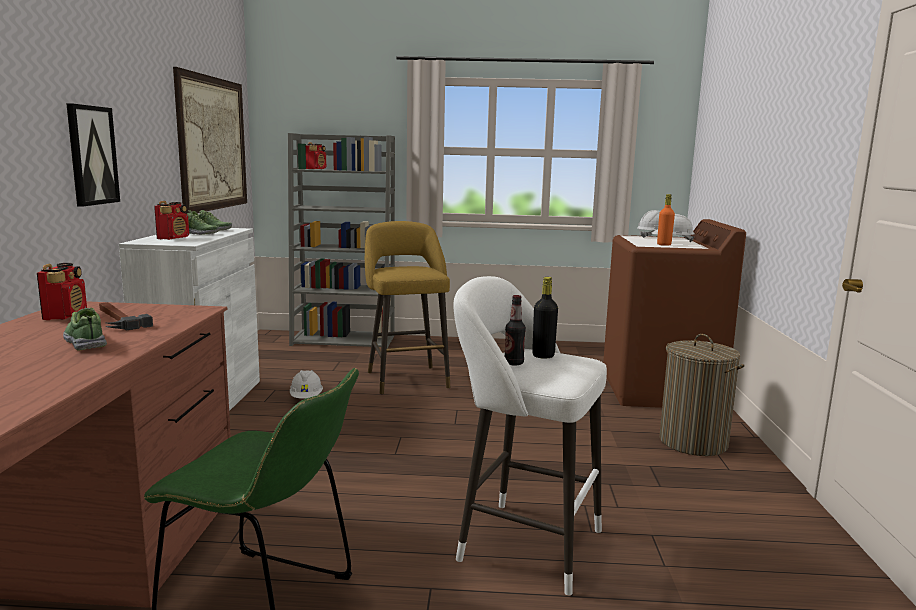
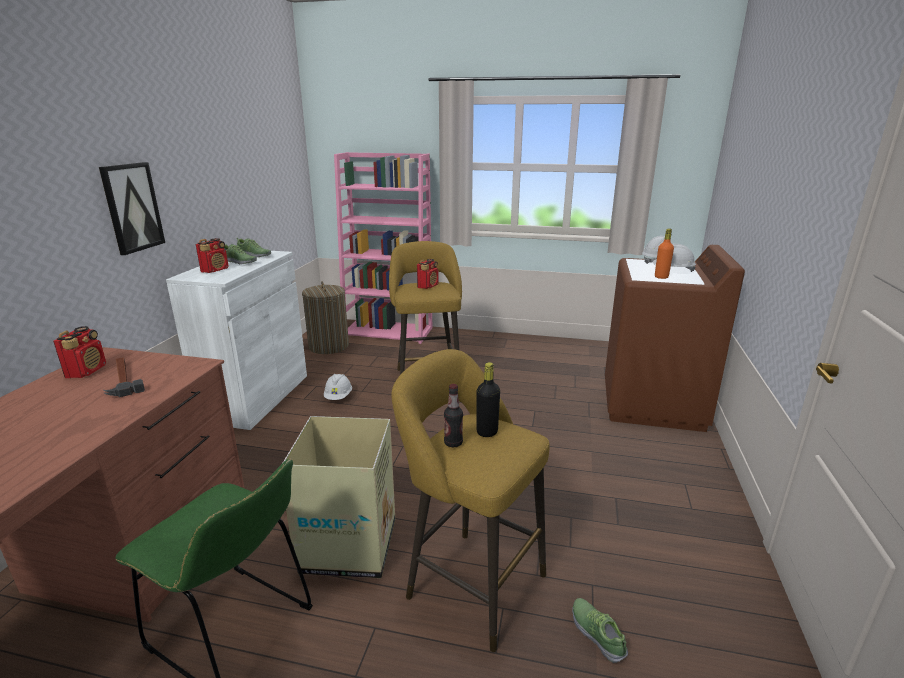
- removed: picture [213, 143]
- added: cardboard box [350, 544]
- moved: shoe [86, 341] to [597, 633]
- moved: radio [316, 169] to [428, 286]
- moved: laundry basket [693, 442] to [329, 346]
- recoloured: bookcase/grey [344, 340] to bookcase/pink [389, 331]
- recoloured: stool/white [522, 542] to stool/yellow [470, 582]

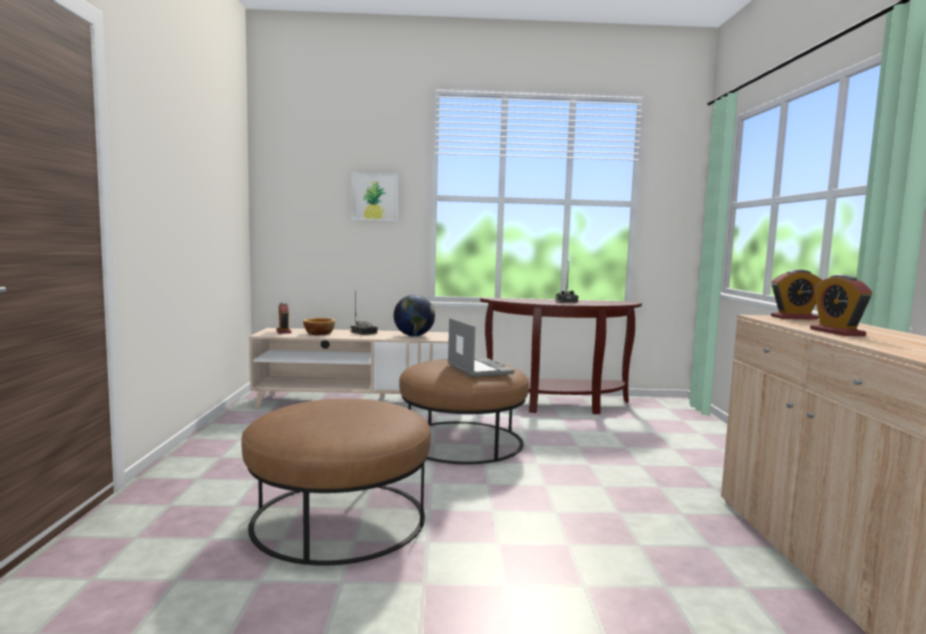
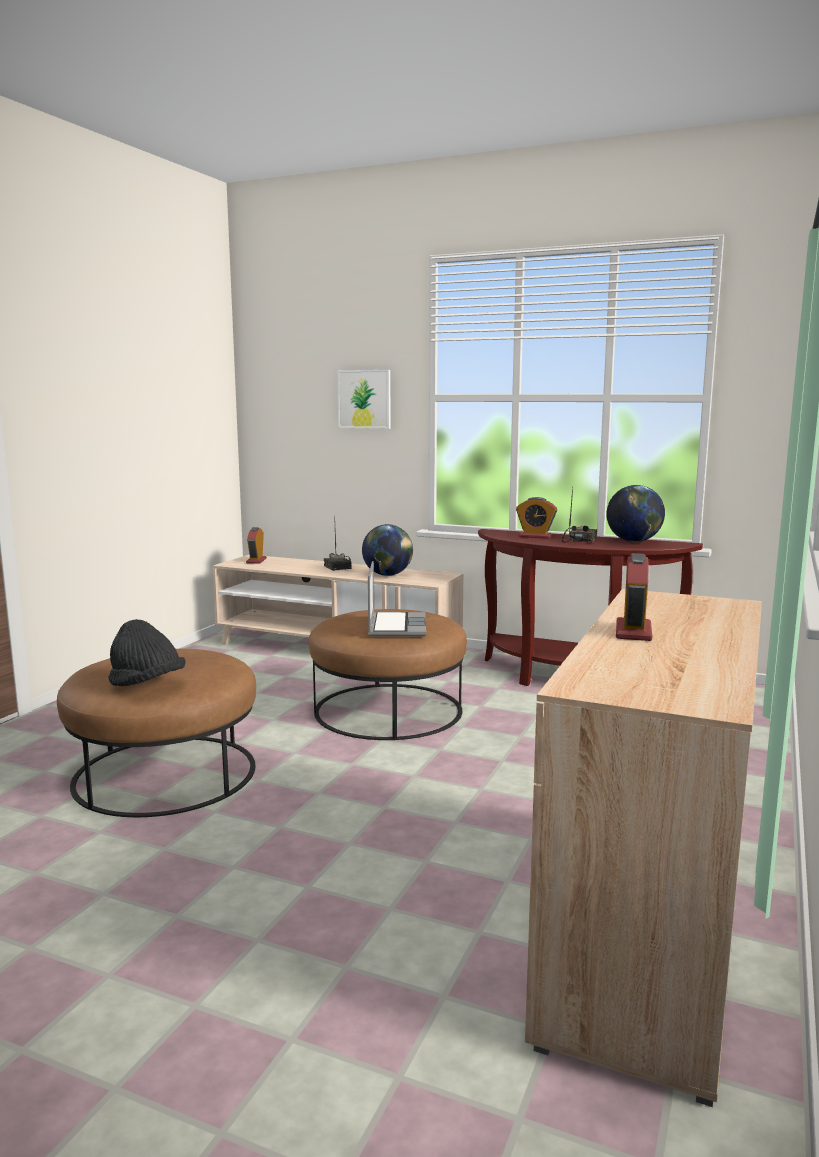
- removed: bowl [319, 333]
- added: hat/black [146, 685]
- added: globe [634, 542]
- moved: alarm clock [794, 318] to [535, 536]

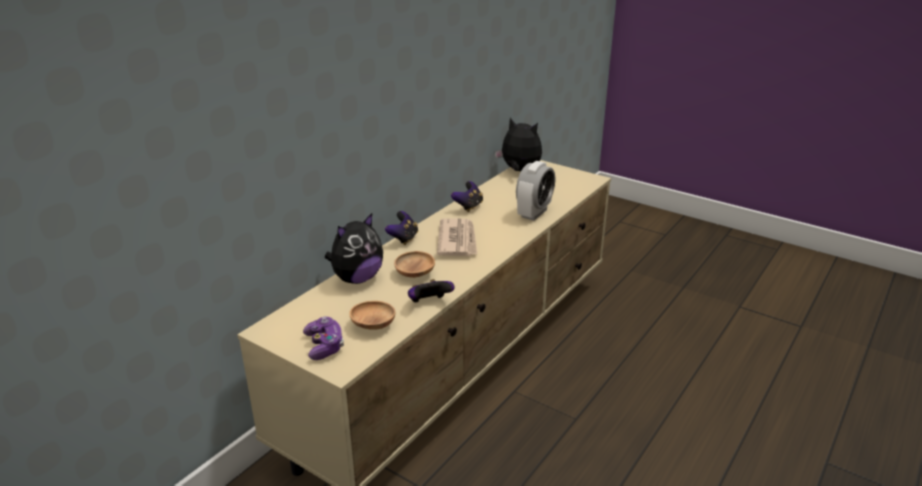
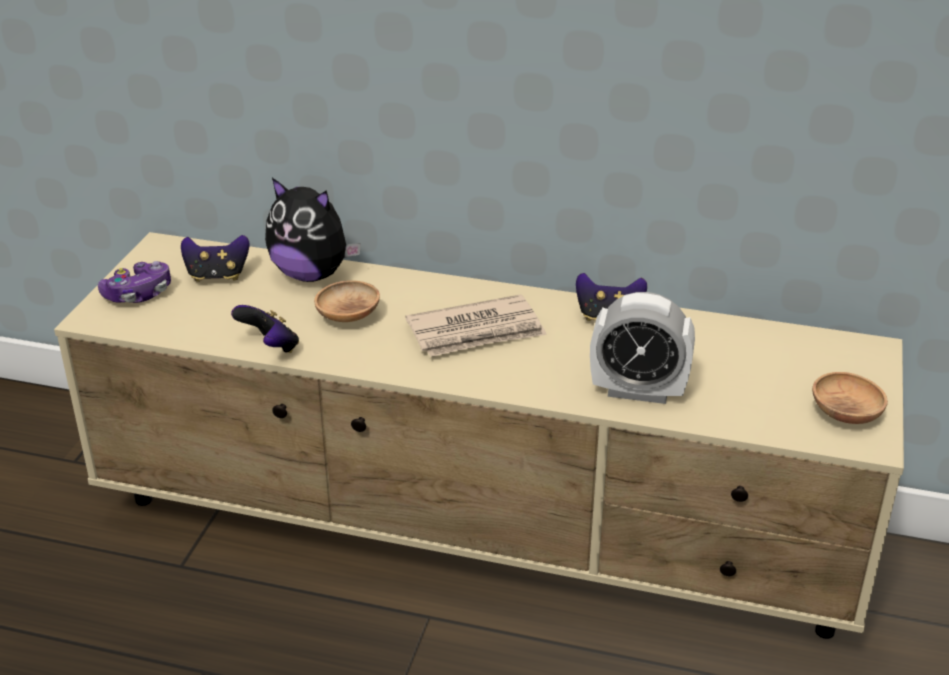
- removed: plush toy [519, 171]
- moved: bowl/brown [373, 325] to [845, 414]
- moved: game controller [403, 239] to [217, 276]

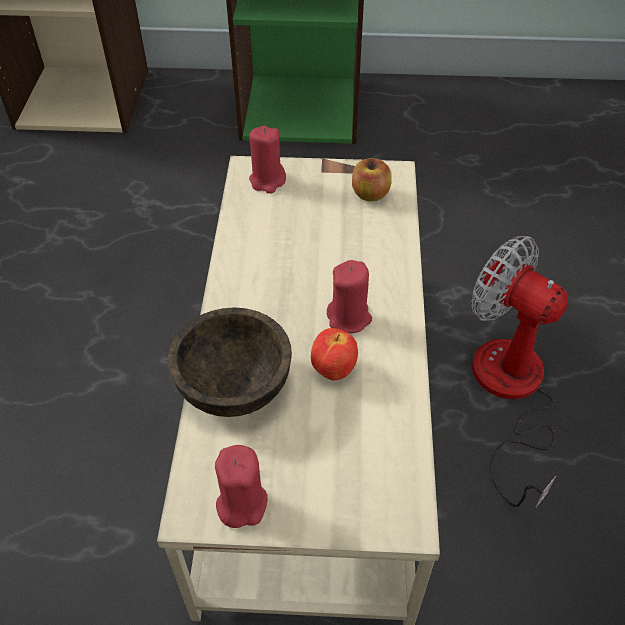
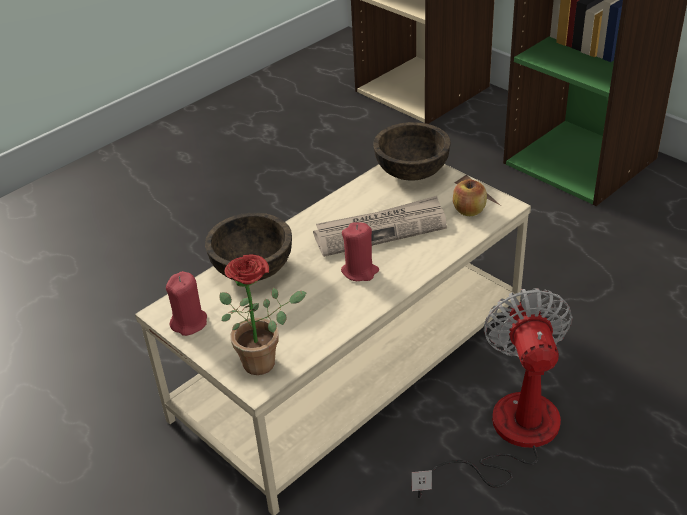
- removed: apple [333, 369]
- added: potted plant [266, 361]
- added: newspaper [381, 229]
- replaced: candle/red [267, 181] to bowl/brown [411, 171]

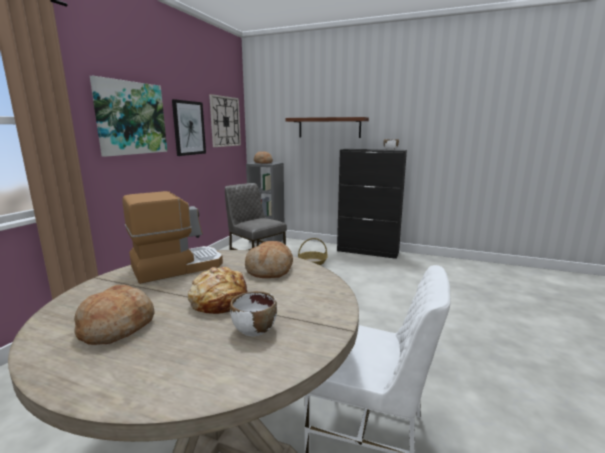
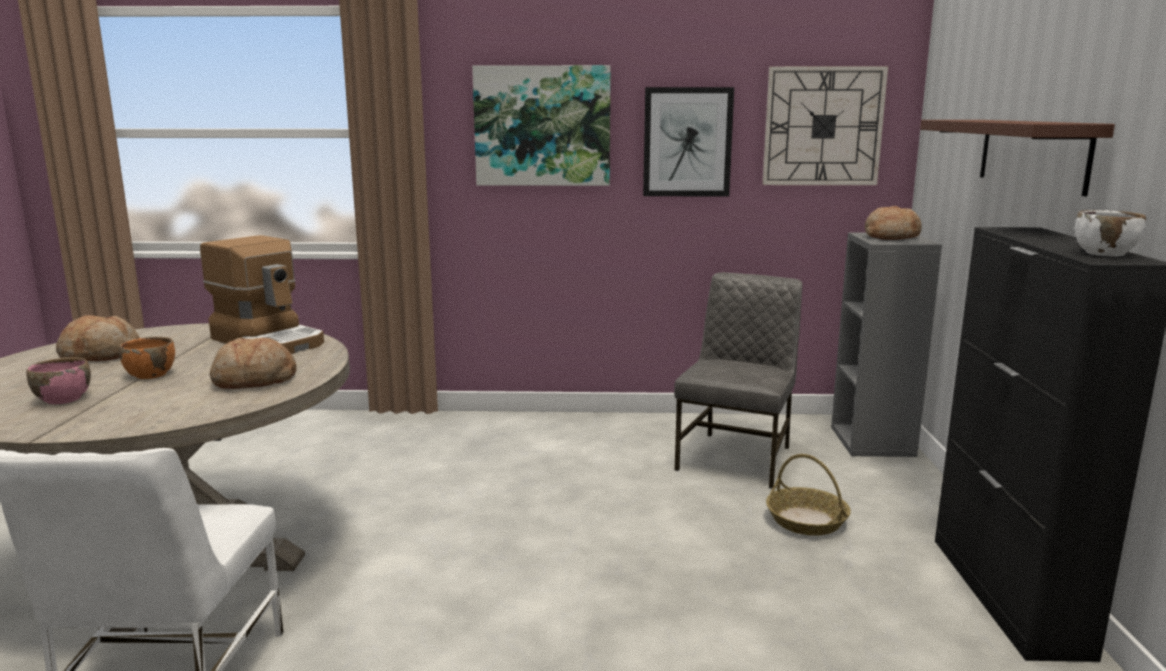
- replaced: bread [219, 300] to bowl/orange [151, 374]
- recoloured: bowl/white [254, 329] to bowl/pink [63, 399]

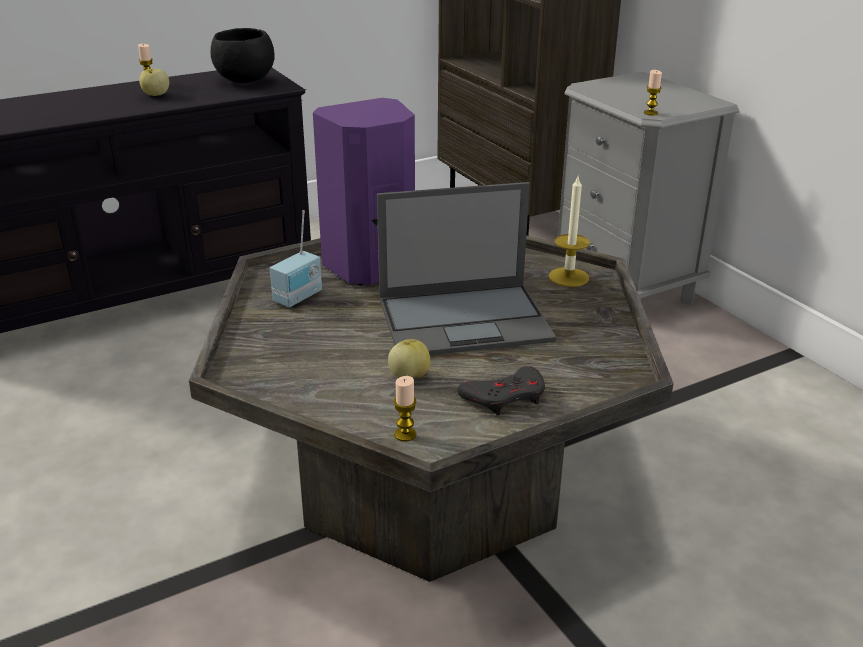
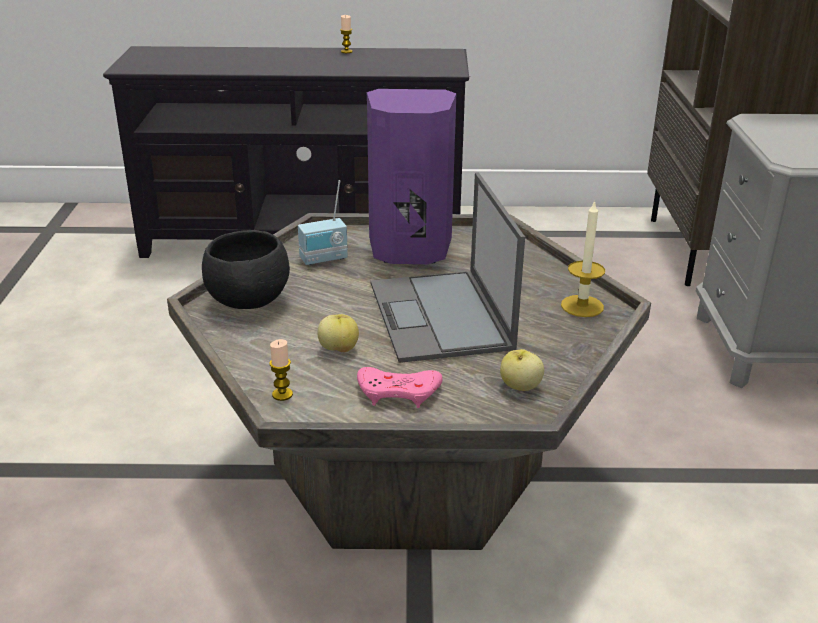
- removed: candle [650, 113]
- moved: apple [156, 95] to [520, 386]
- moved: bowl/black [244, 81] to [248, 302]
- recoloured: game controller/grey [505, 397] to game controller/pink [398, 392]
- turned: laptop [466, 319] = [441, 317] 60 degrees clockwise

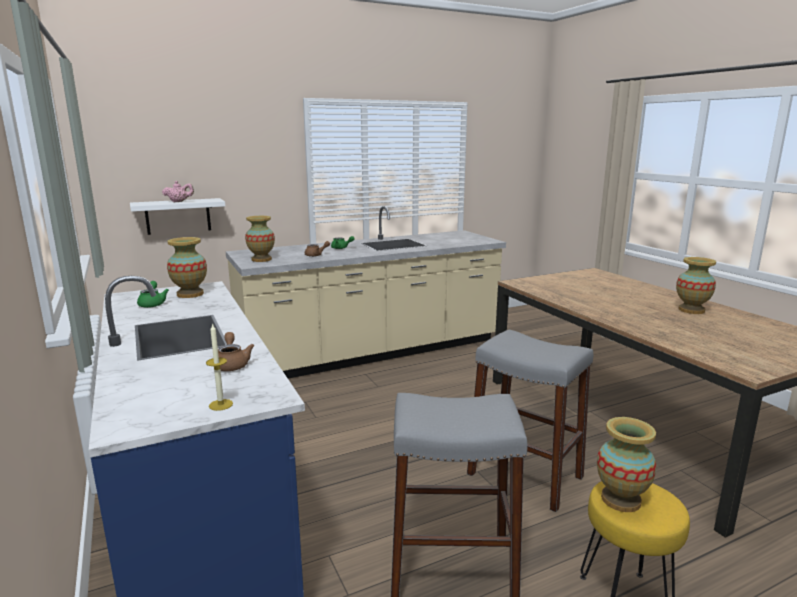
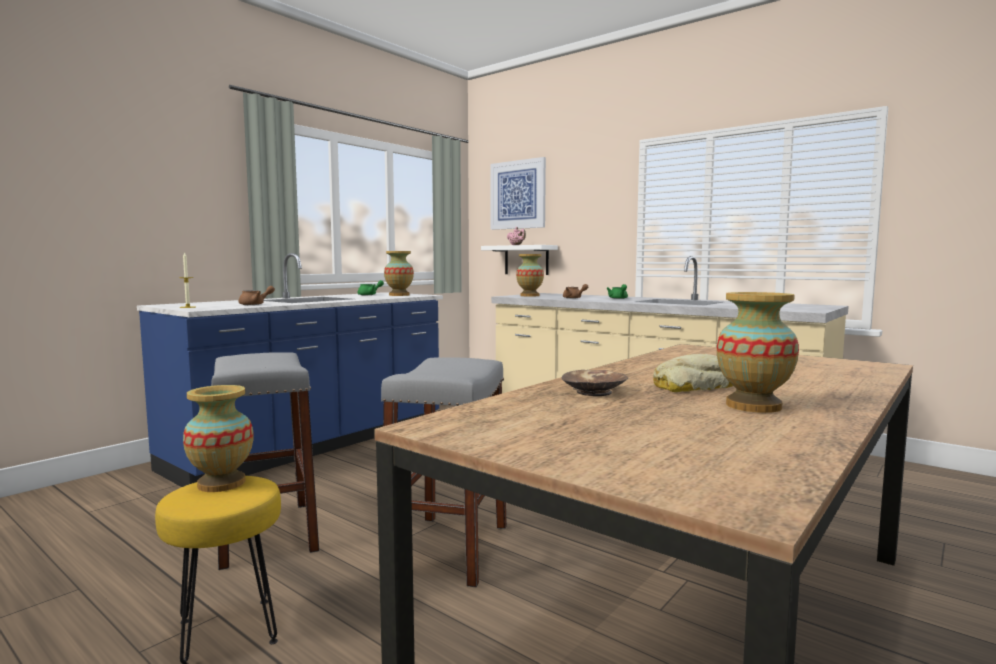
- added: picture [518, 195]
- added: bowl/brown [594, 392]
- added: bread [692, 386]

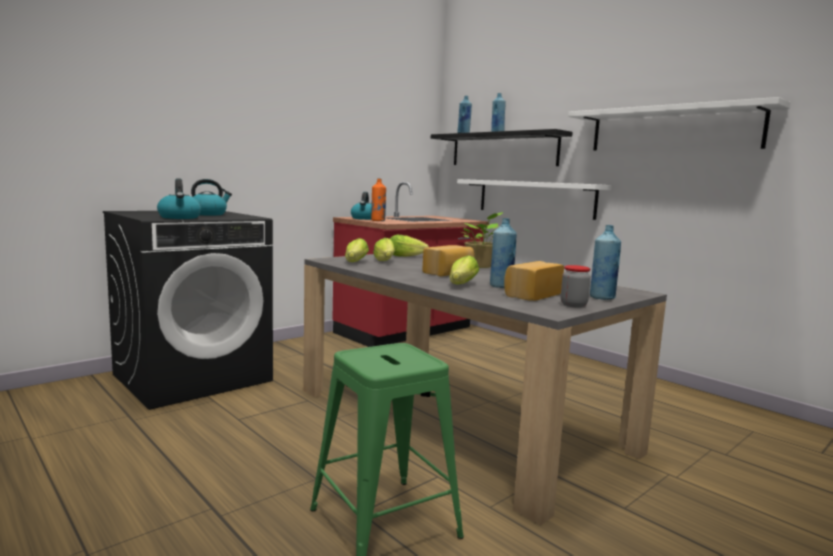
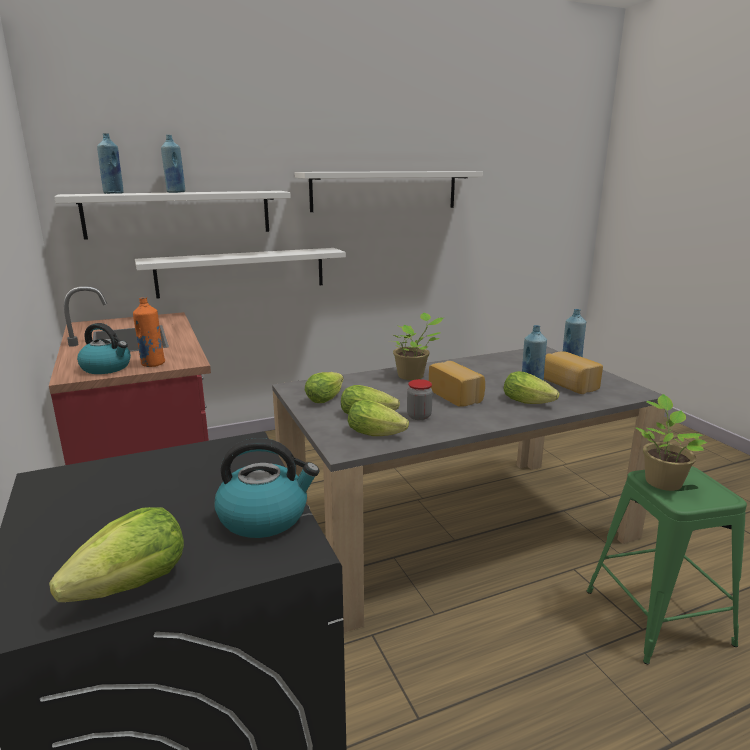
- removed: kettle [208, 214]
- added: lettuce [133, 586]
- added: potted plant [662, 481]
- moved: jar [573, 305] to [419, 416]
- recoloured: shelf/black [503, 150] to shelf/white [179, 214]

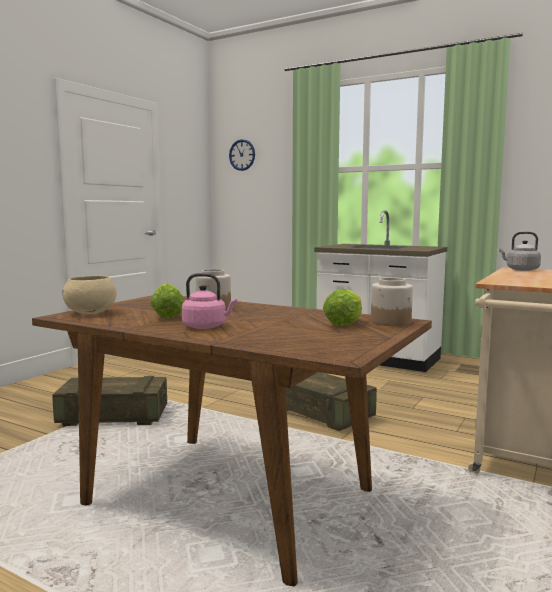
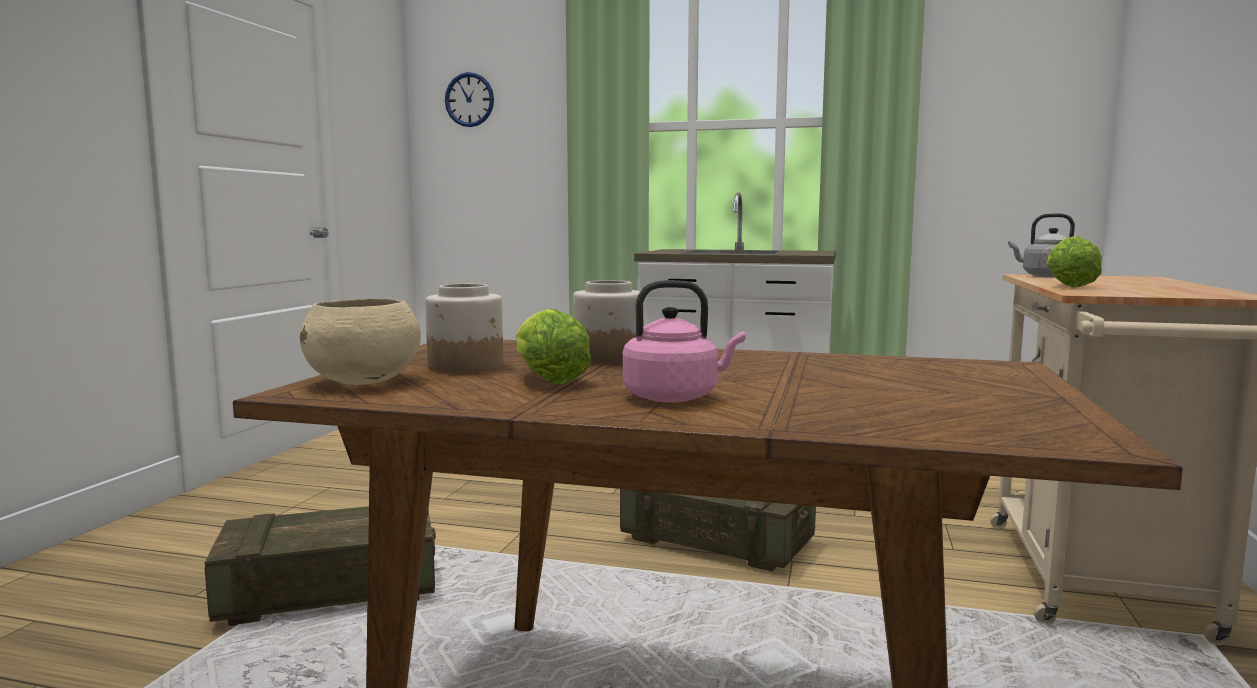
- moved: lettuce [345, 323] to [1068, 286]
- moved: jar [391, 322] to [467, 366]

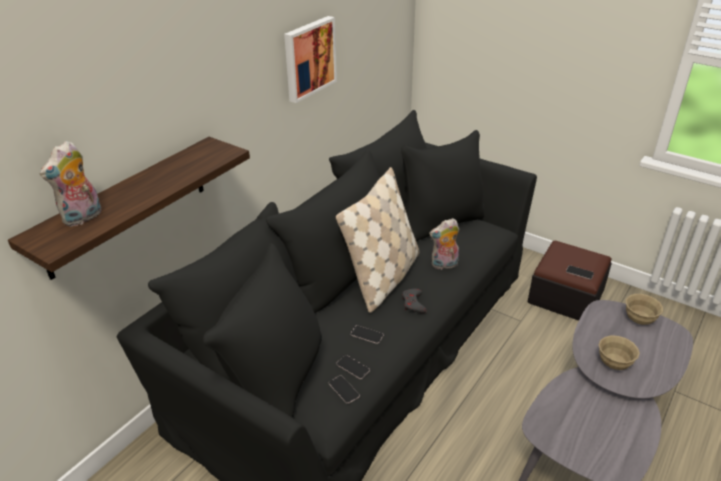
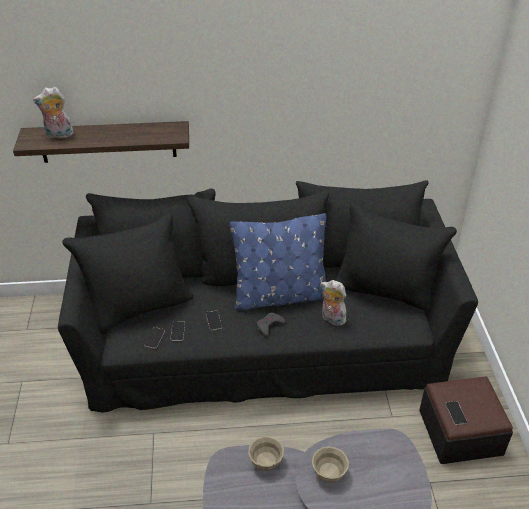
- removed: picture [308, 58]
- moved: bowl/beige [639, 320] to [266, 462]
- recoloured: pillow/beige [383, 278] to pillow/blue [280, 296]

